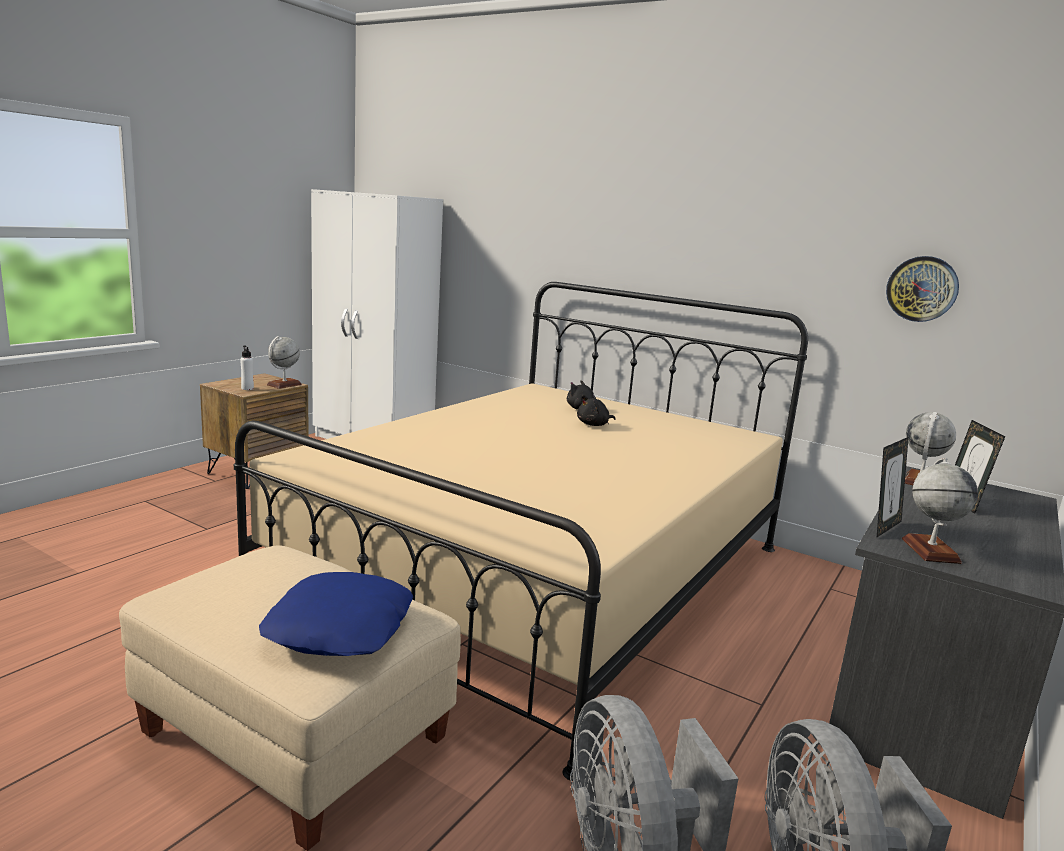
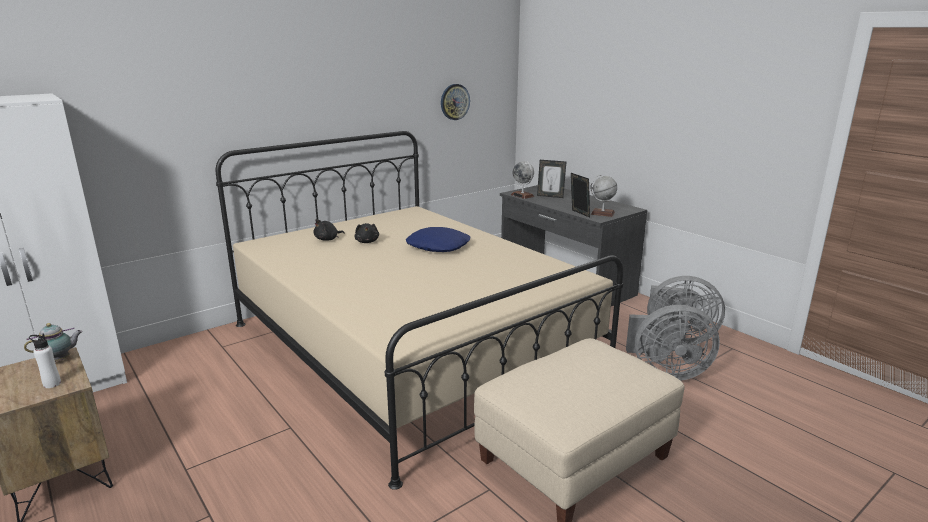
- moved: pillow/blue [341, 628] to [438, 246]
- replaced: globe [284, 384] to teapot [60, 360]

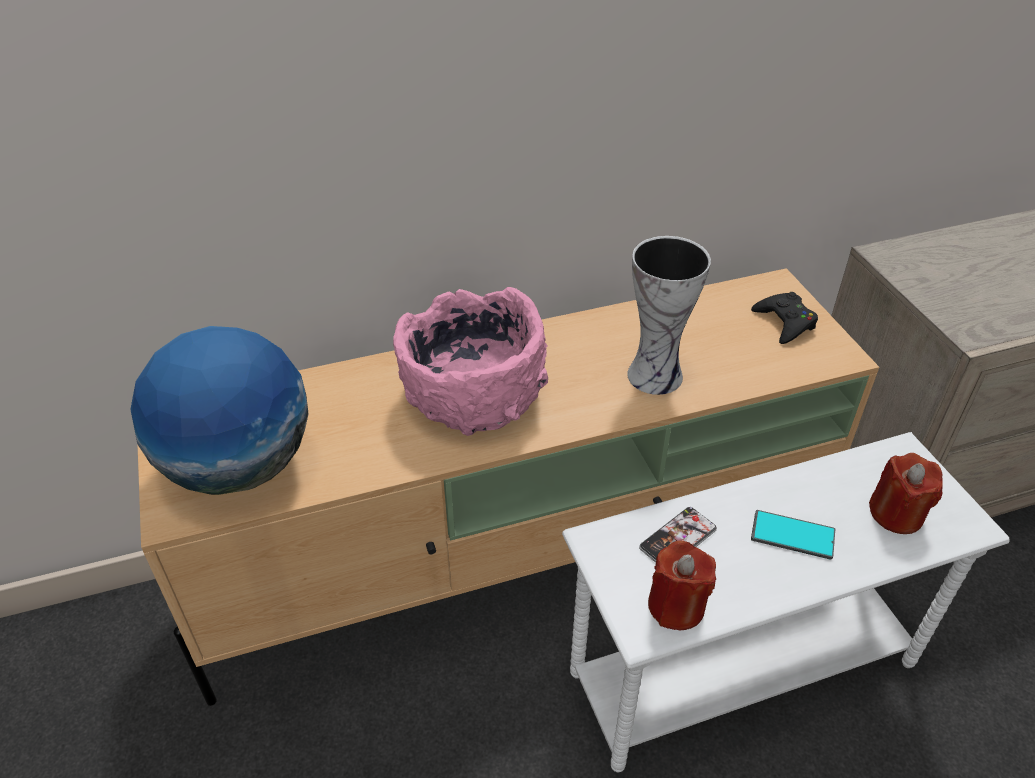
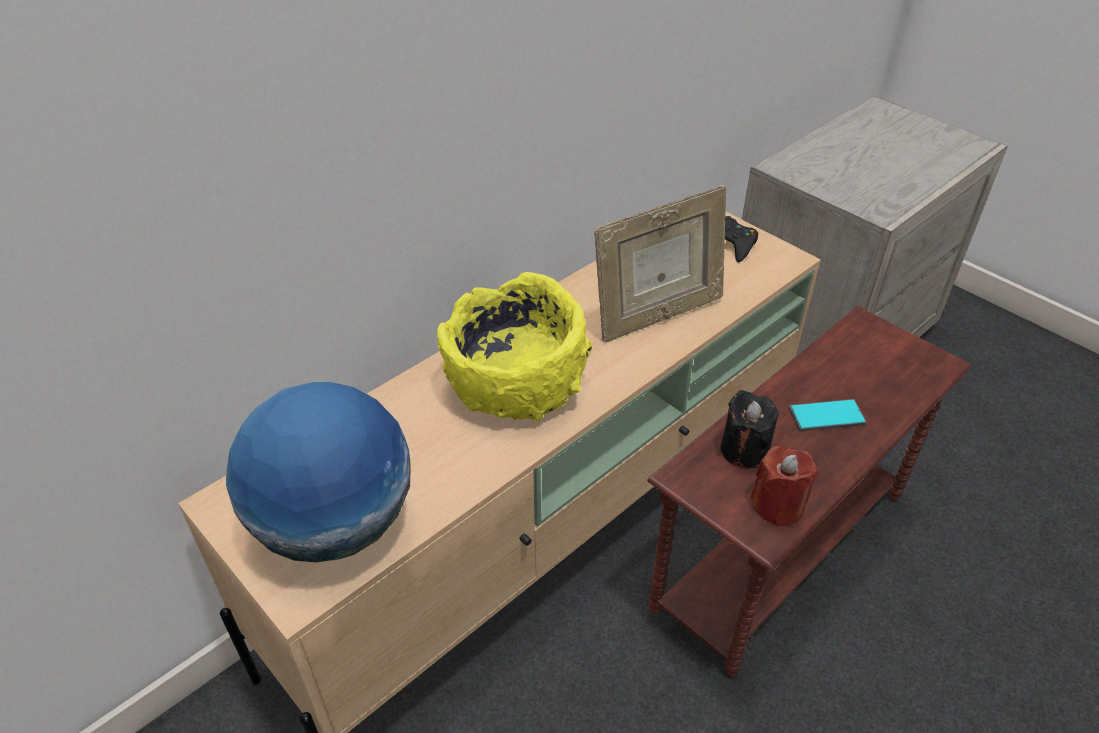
- removed: candle/red [896, 514]
- replaced: vase [656, 374] to picture frame [657, 317]
- replaced: phone [678, 538] to candle/black [744, 450]
- recoloured: bowl/pink [473, 397] to bowl/yellow [516, 386]
- recoloured: side table/white [740, 668] to side table/brown [778, 550]

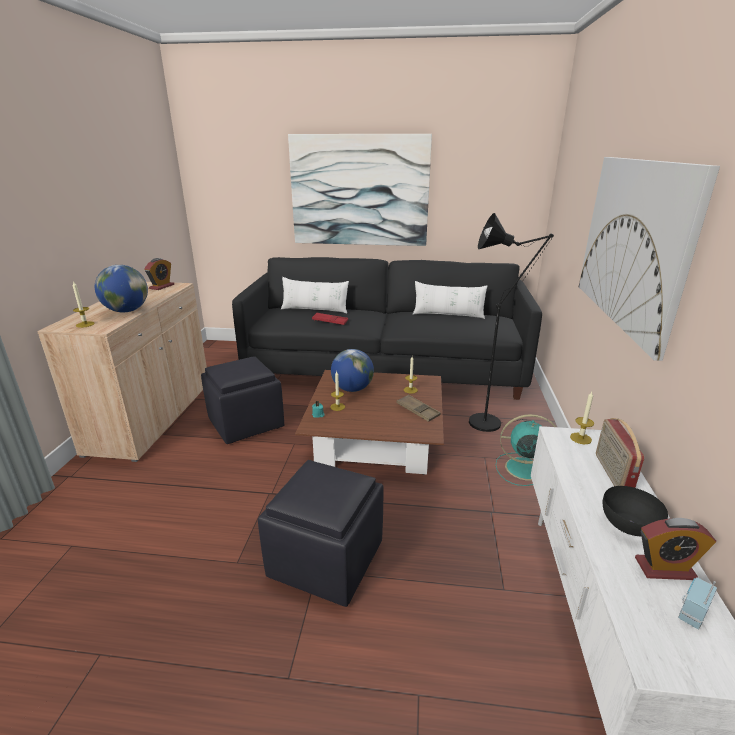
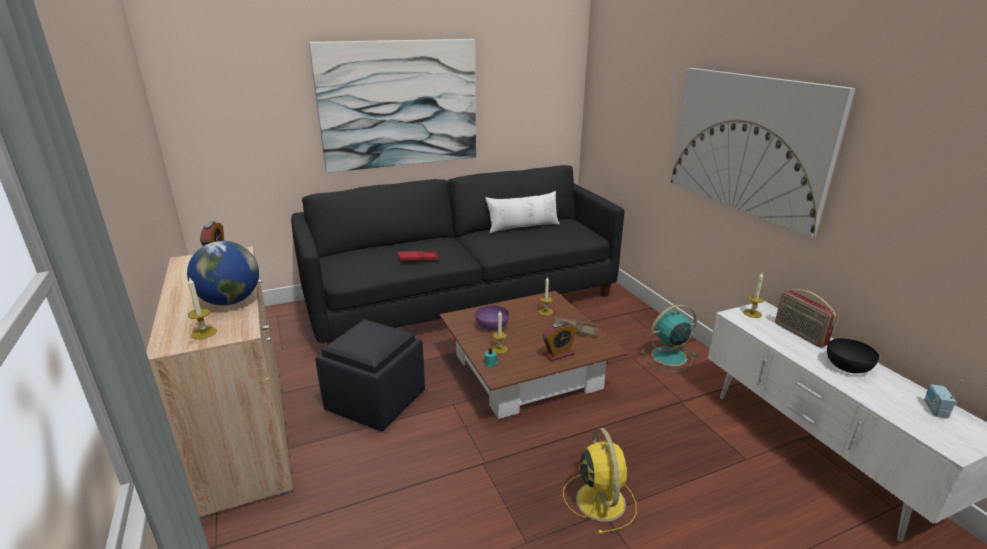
- removed: pillow/white [314, 310]
- removed: floor lamp/black [491, 422]
- moved: alarm clock [665, 569] to [558, 354]
- replaced: ottoman/black [325, 558] to fan/yellow [599, 499]
- replaced: globe [352, 389] to bowl/purple [492, 326]

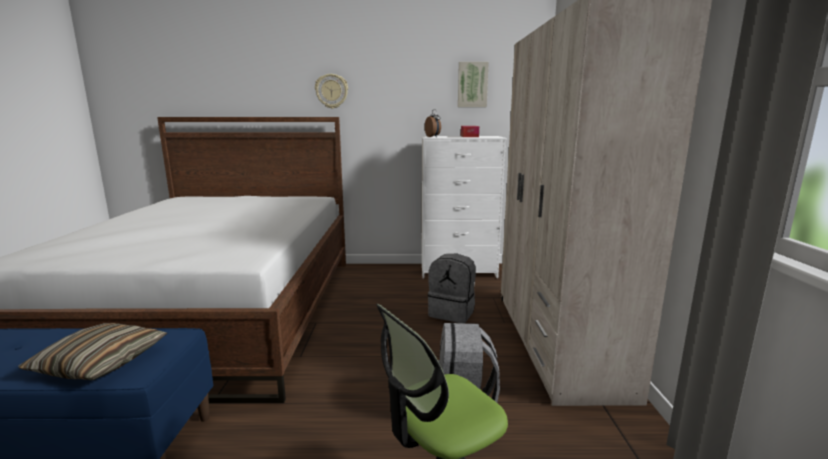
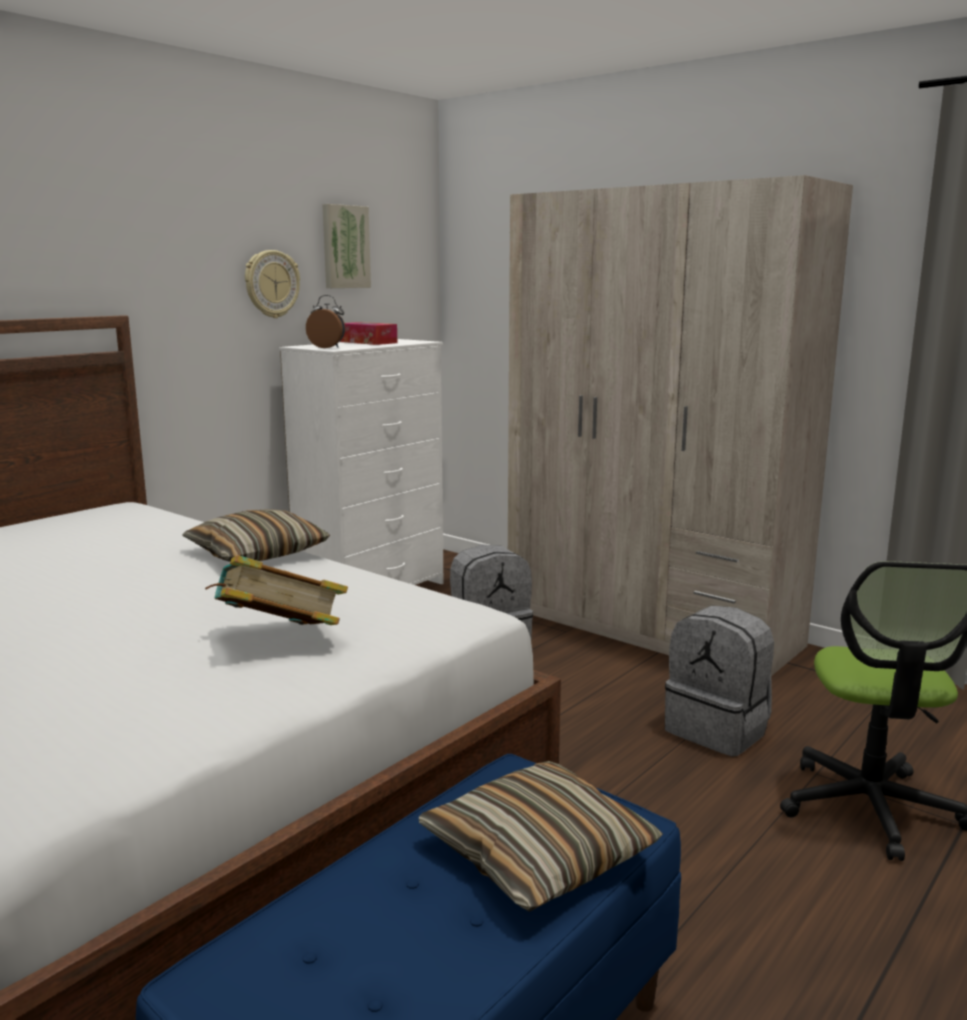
- added: pillow [257, 553]
- added: book [278, 640]
- moved: wall clock [331, 91] to [271, 284]

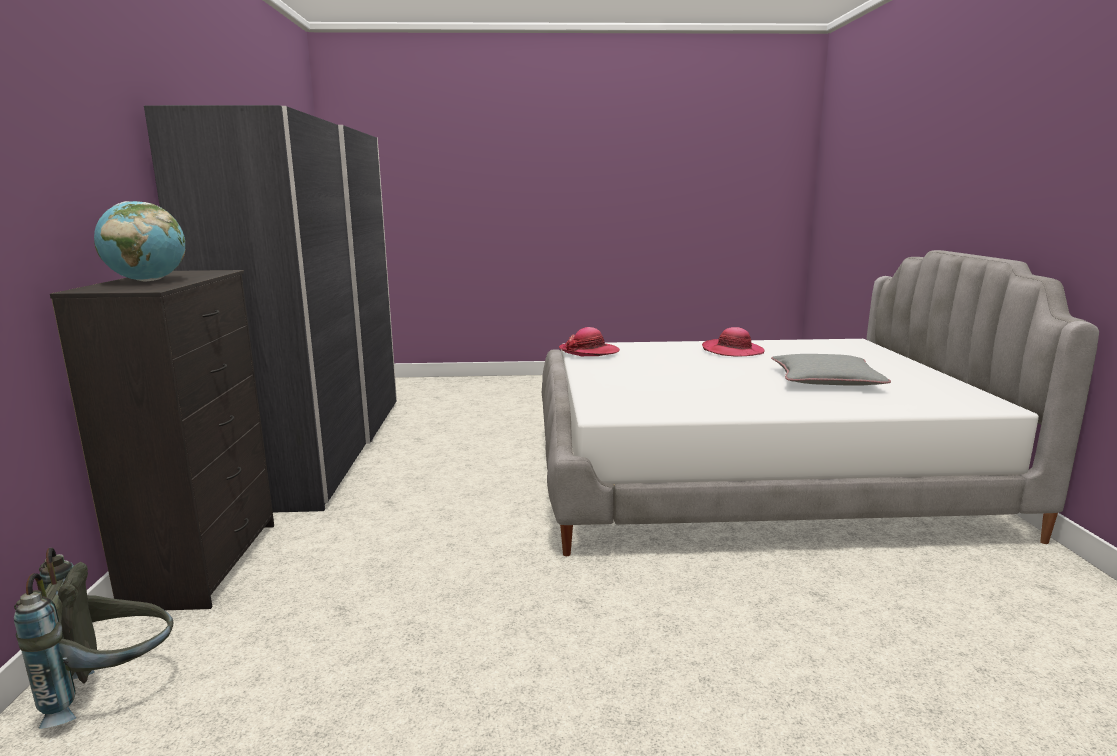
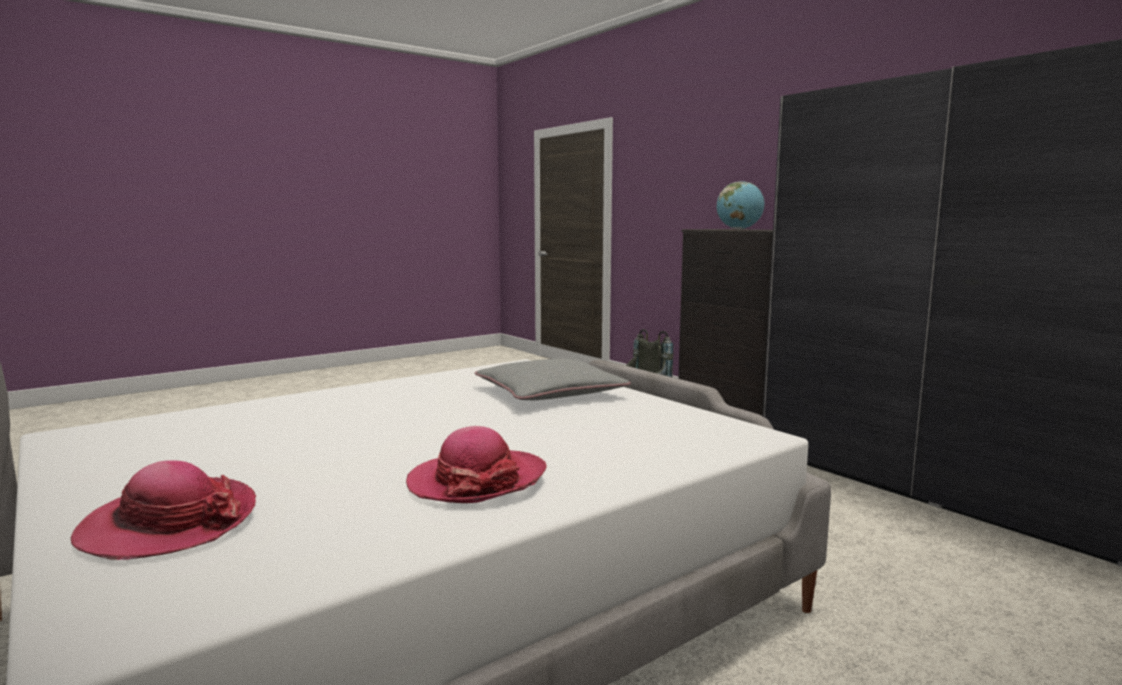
- moved: hat [589, 351] to [169, 524]
- moved: pillow/grey [826, 380] to [550, 392]

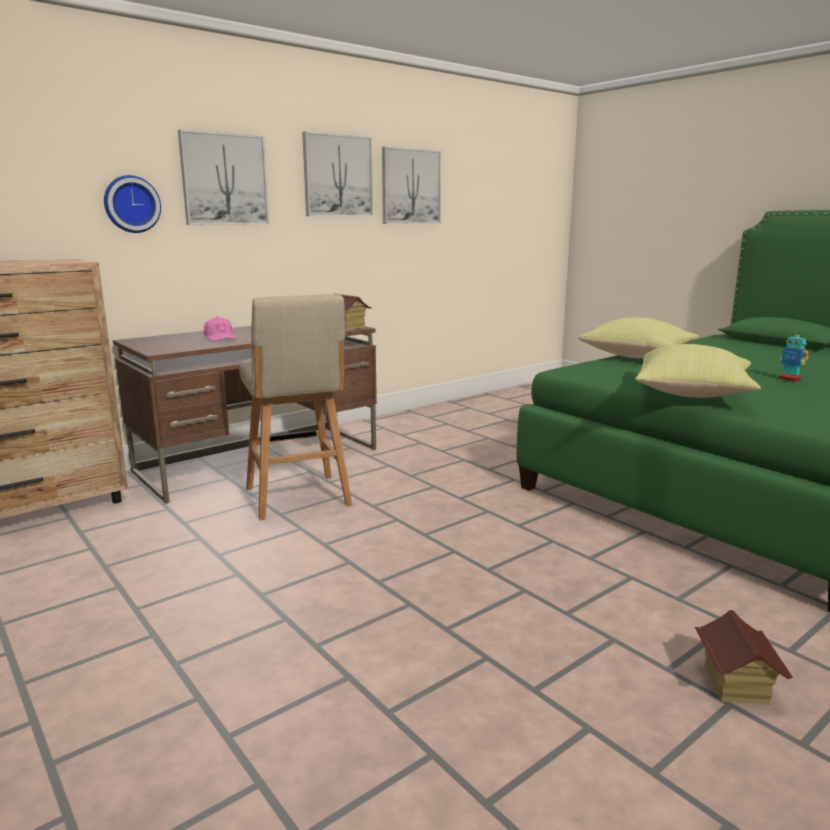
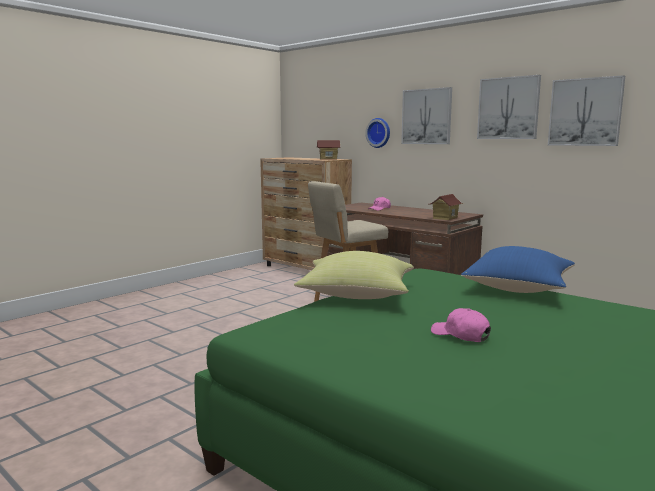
- moved: toy house [735, 684] to [328, 159]
- replaced: toy robot [789, 379] to cap/pink [460, 335]
- recoloured: pillow/yellow [638, 356] to pillow/blue [519, 290]

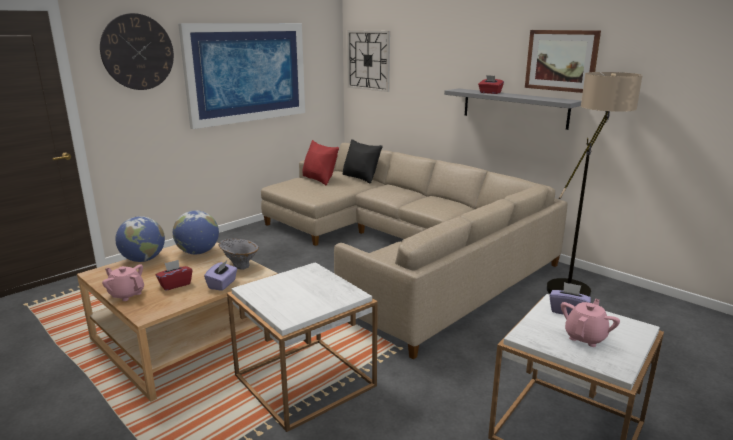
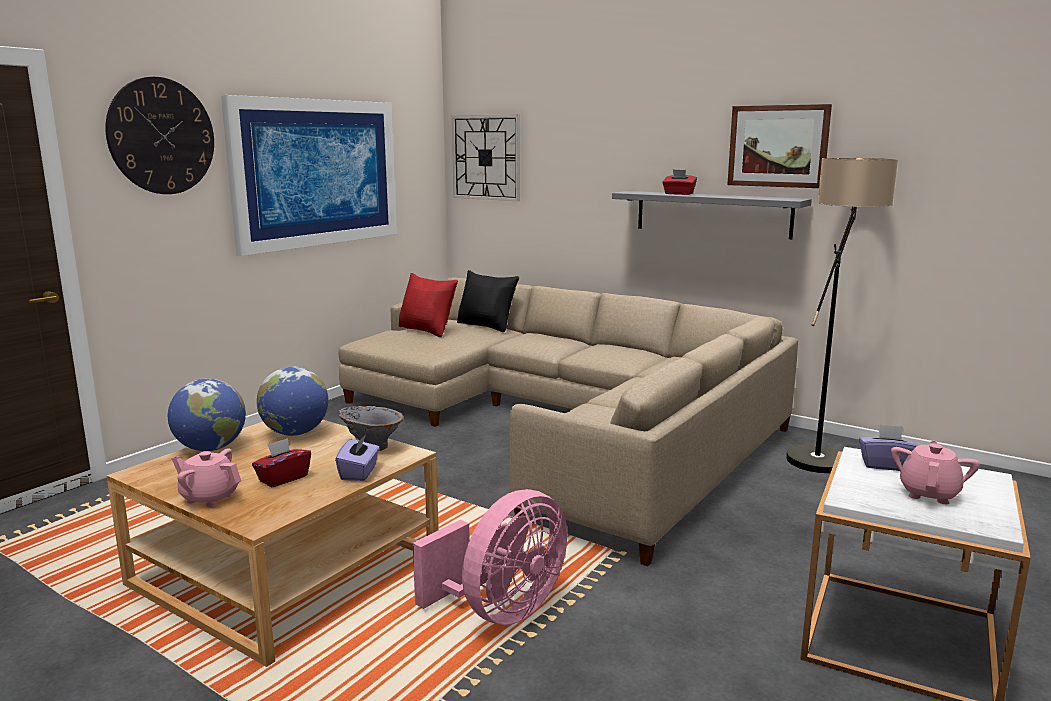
- replaced: side table/white [305, 380] to fan/pink [501, 611]

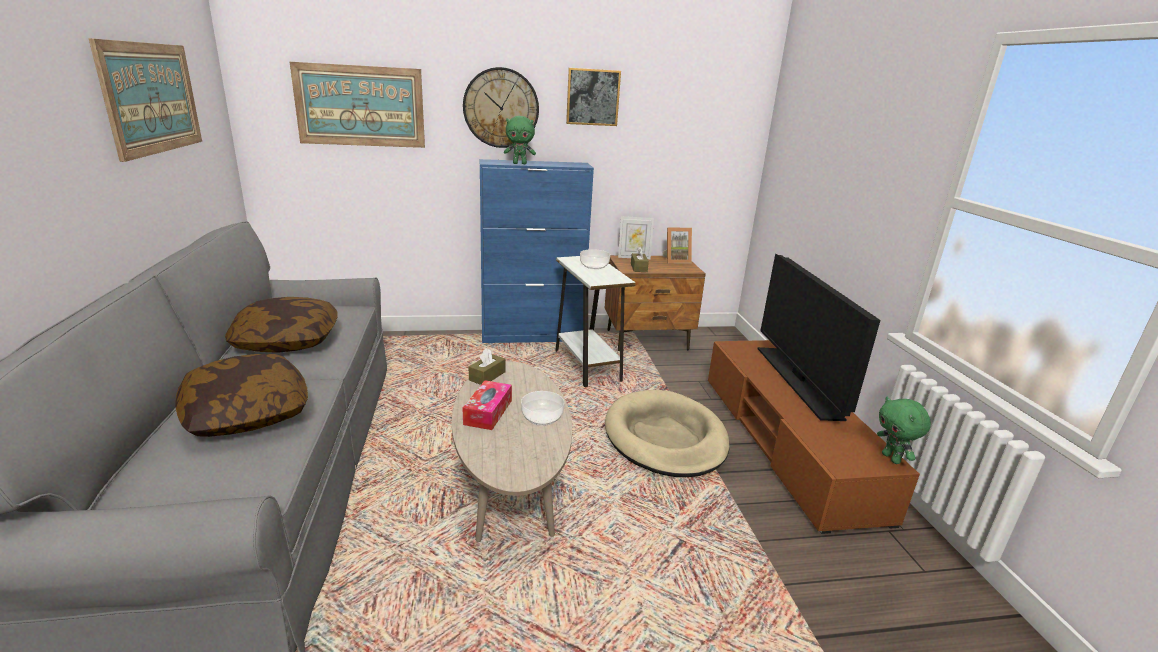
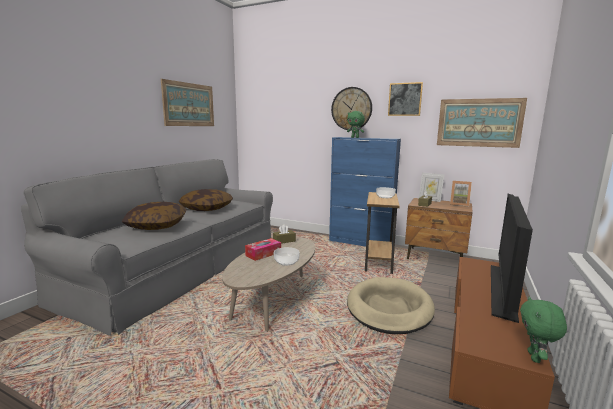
- moved: picture [360, 106] to [479, 122]
- recoloured: side table/white [587, 366] to side table/brown [378, 262]

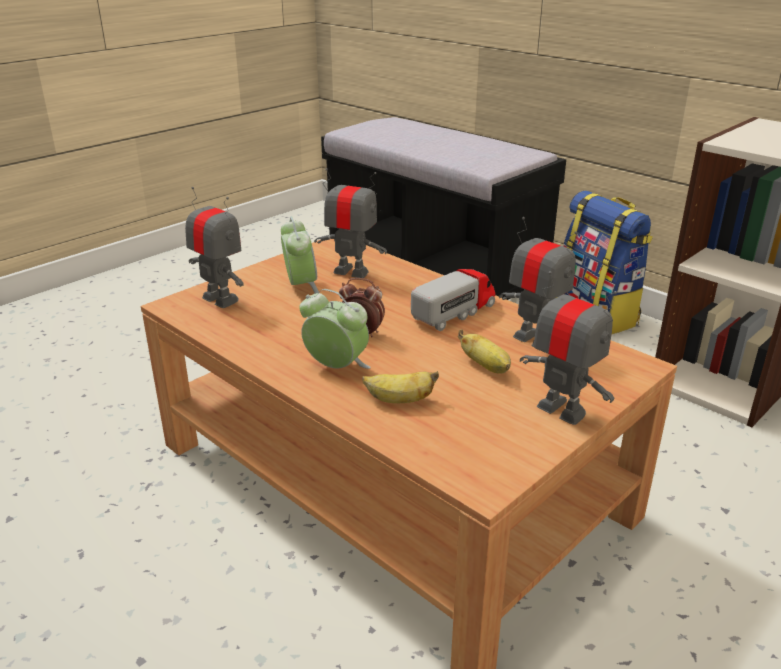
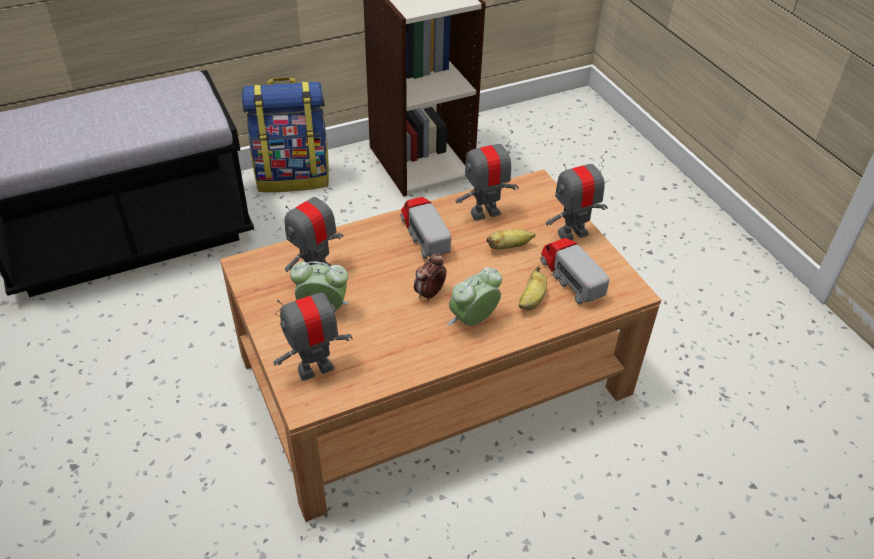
- added: toy truck [570, 278]

